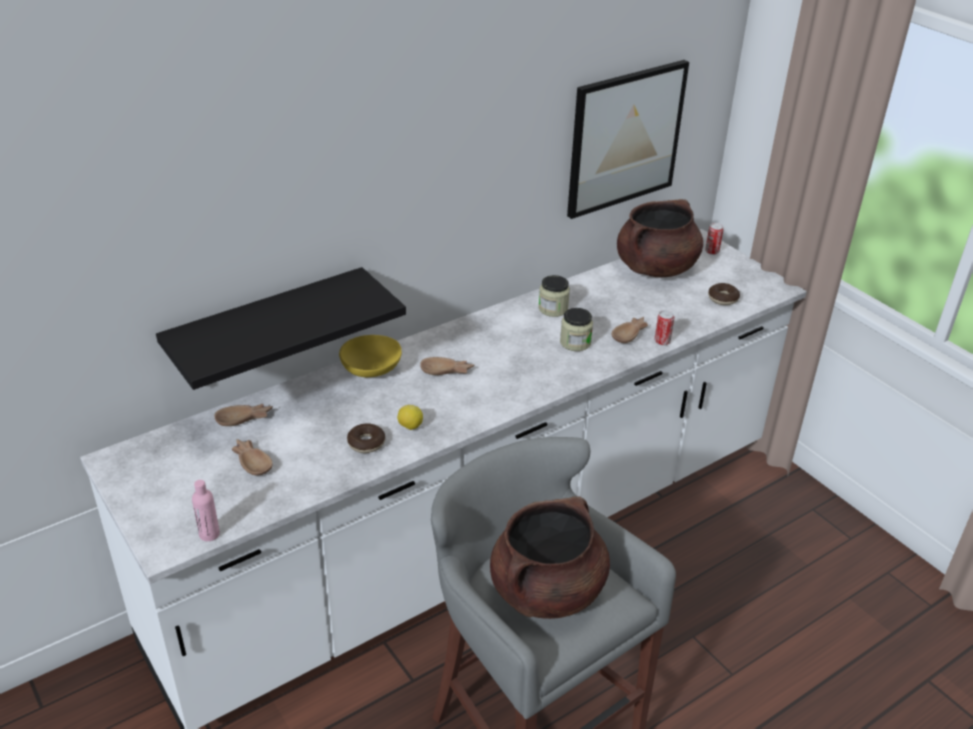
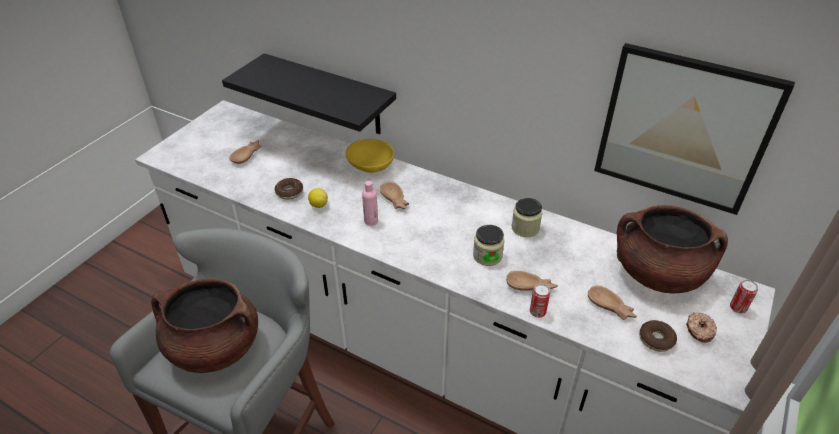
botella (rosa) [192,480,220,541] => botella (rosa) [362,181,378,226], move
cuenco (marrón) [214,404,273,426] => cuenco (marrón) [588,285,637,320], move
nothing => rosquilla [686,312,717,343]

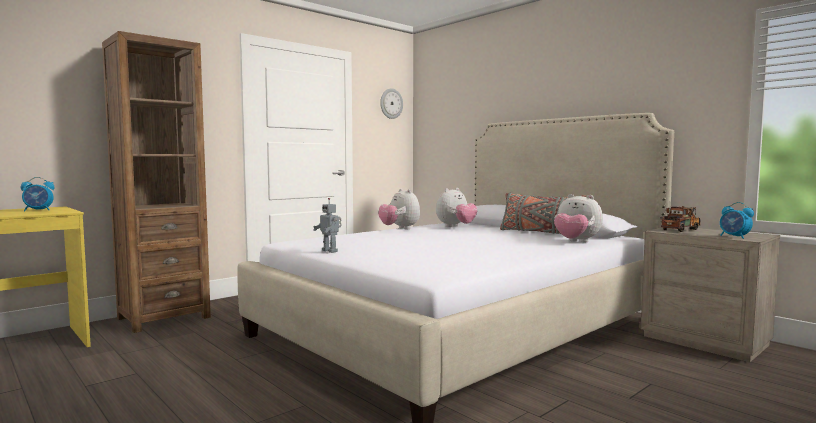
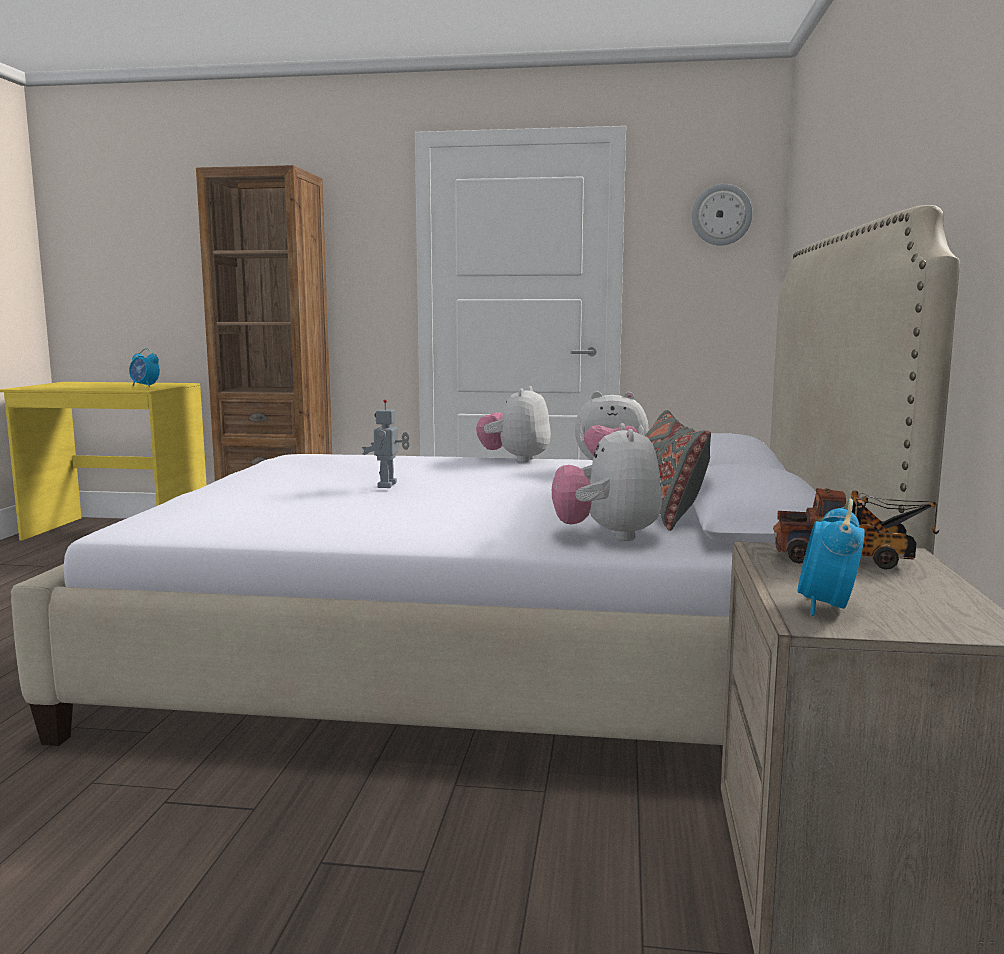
robot de juguete [313,198,342,253] => robot de juguete [362,400,409,488], move

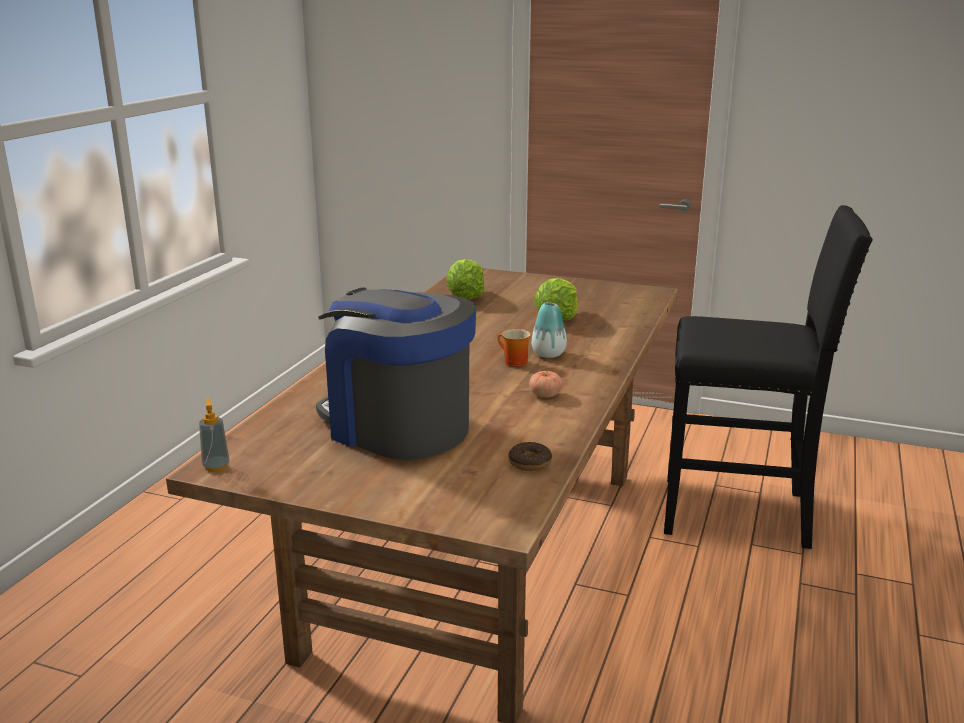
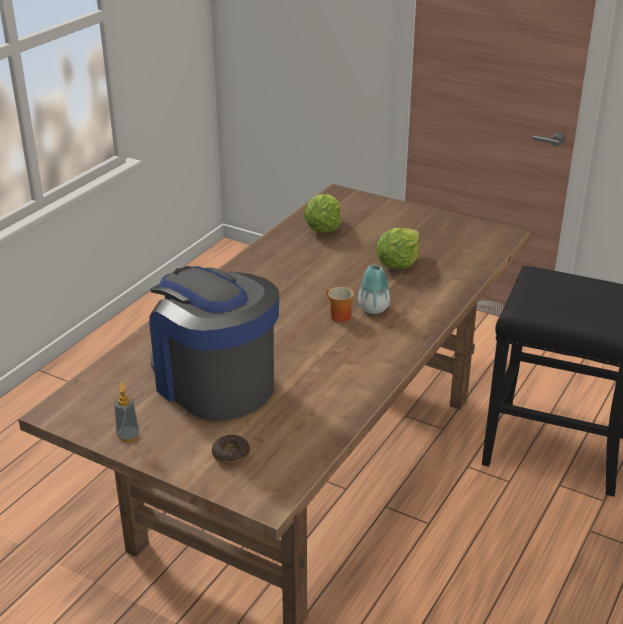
dispensador de jabón [199,398,230,472] => dispensador de jabón [114,382,139,442], move
rosquilla [508,442,552,471] => rosquilla [212,435,250,465], move
tomate [529,371,563,398] => nothing

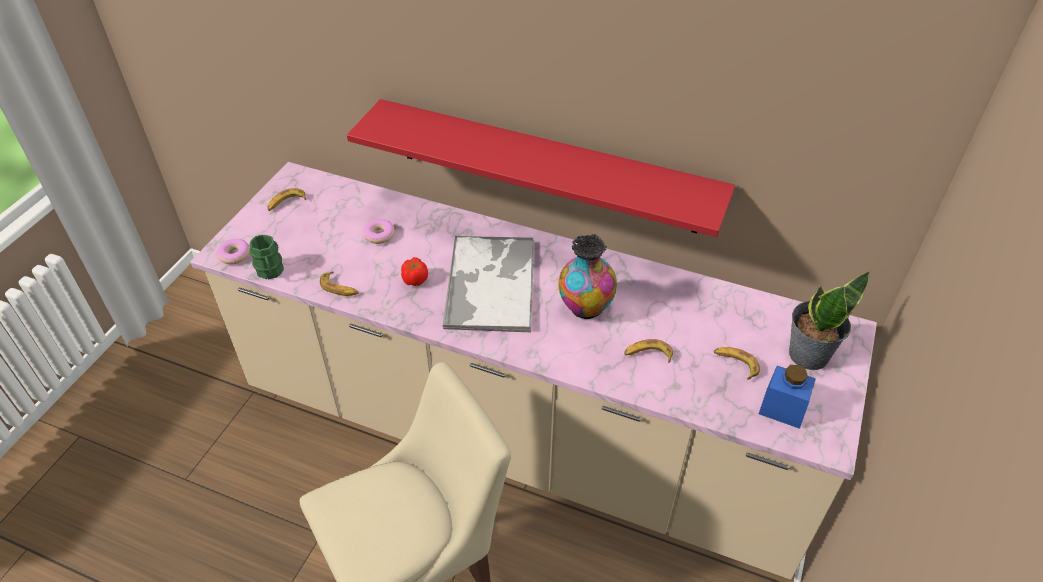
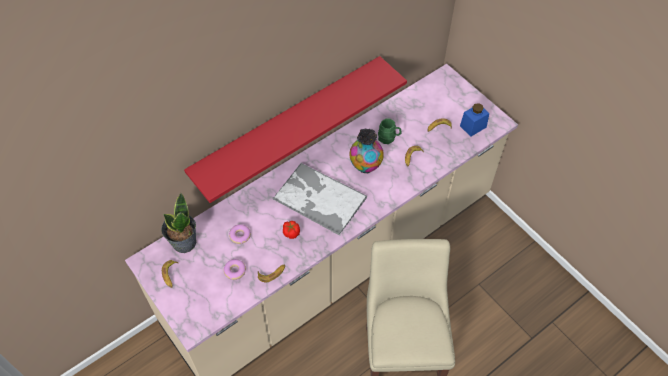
rosquilla [217,239,250,264] => rosquilla [224,259,246,280], move
taza grande (verde) [249,234,284,279] => taza grande (verde) [378,118,402,144], move
planta en maceta [789,271,870,370] => planta en maceta [161,193,196,253], move

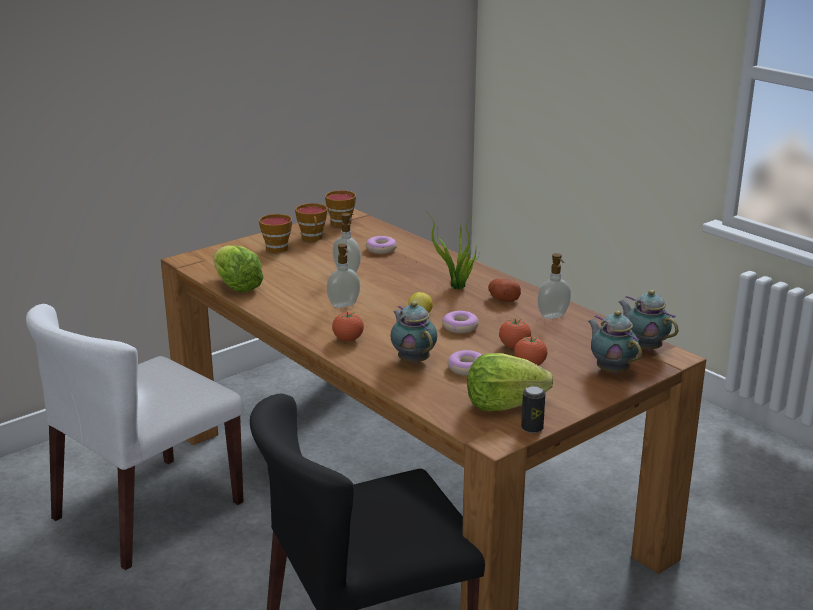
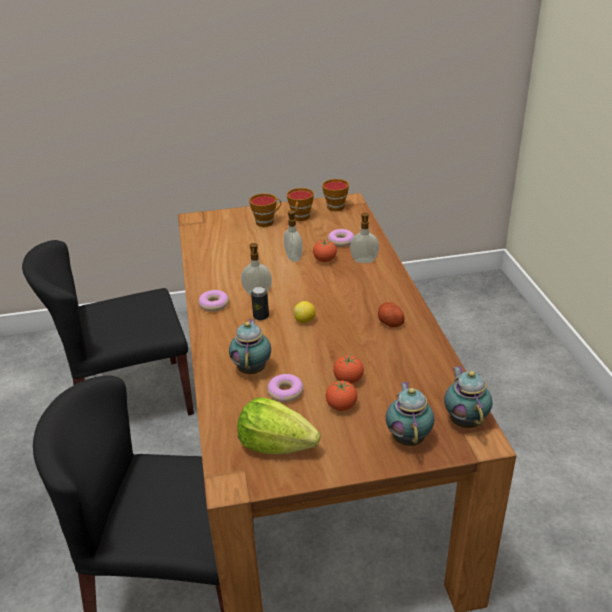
silla (blanco) [26,304,244,570] => silla (negro) [22,240,194,415]
lechuga [213,245,264,292] => nothing
tomate [332,311,364,341] => tomate [313,240,337,262], move
planta en maceta [431,217,479,290] => nothing
rosquilla [442,311,479,333] => rosquilla [198,290,229,312], move
lata [521,386,545,433] => lata [251,287,269,320], move
dispensador de jabón [538,253,571,319] => dispensador de jabón [350,213,379,263], move

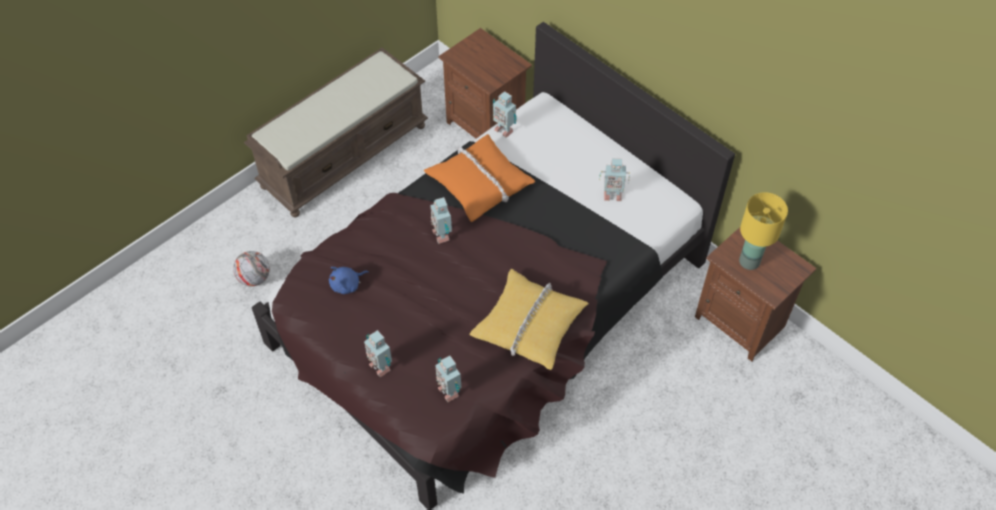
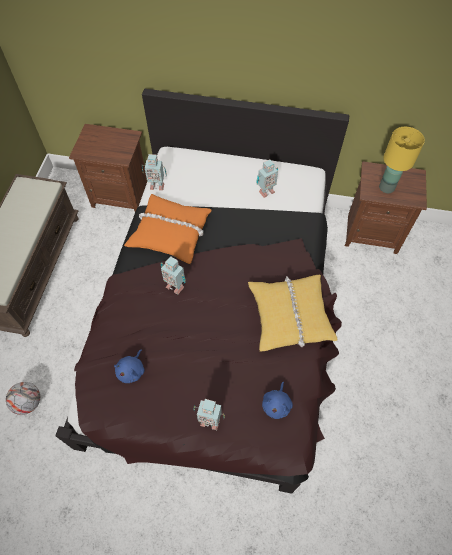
robot de juguete [435,356,461,402] => peluche (azul) [262,382,293,419]

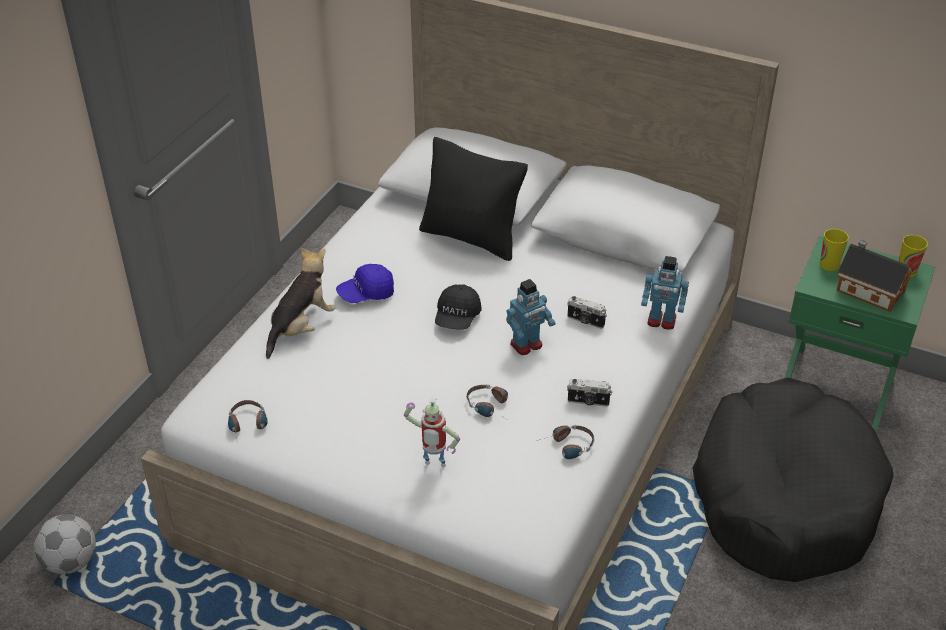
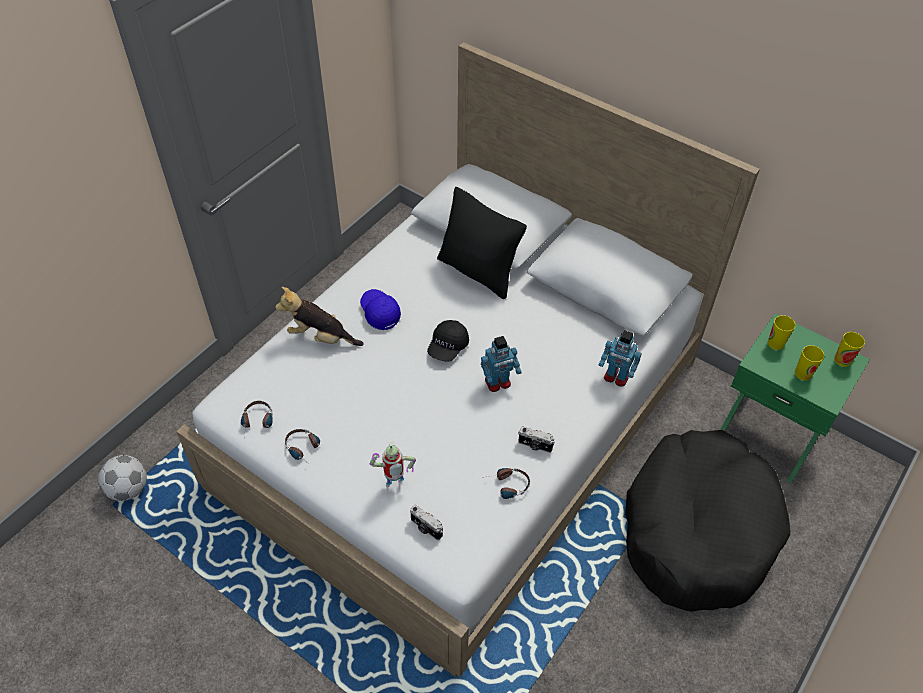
peluche [266,248,335,359] => peluche [275,287,364,346], 120 degrees counterclockwise
gorra (azul) [336,264,394,303] => gorra (azul) [360,289,401,330], 75 degrees clockwise
robot de juguete [404,398,460,467] => robot de juguete [370,441,416,487], 45 degrees counterclockwise
auriculares [466,384,508,417] => auriculares [285,429,320,467], move
cámara [567,296,607,329] => cámara [410,505,443,540], move
casita [837,239,913,312] => taza [795,345,824,380]

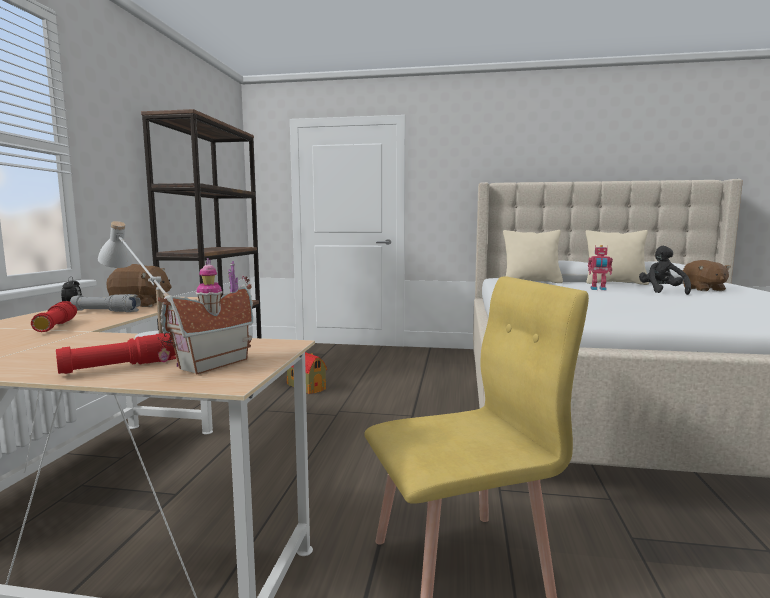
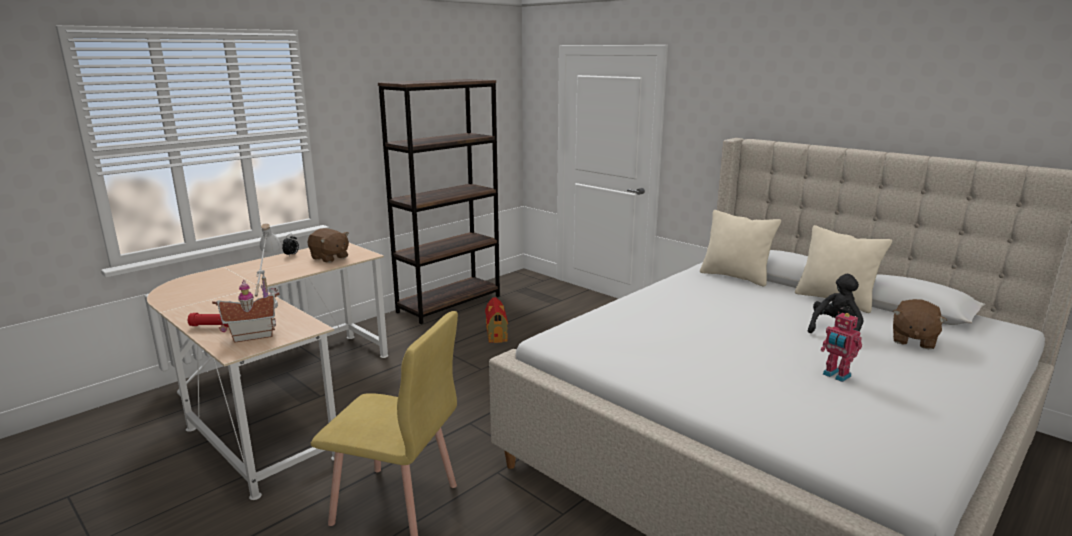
linterna (rojo) [31,301,77,332] => nothing
linterna (gris) [70,294,141,312] => nothing
robot de juguete [588,245,613,290] => robot de juguete [821,312,862,382], move

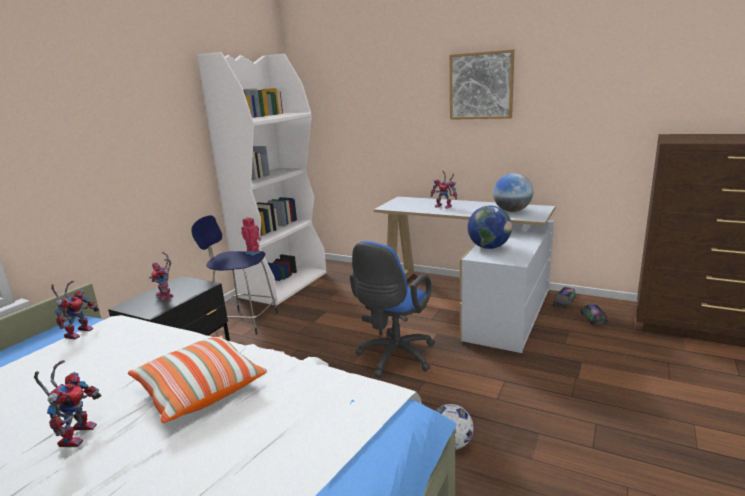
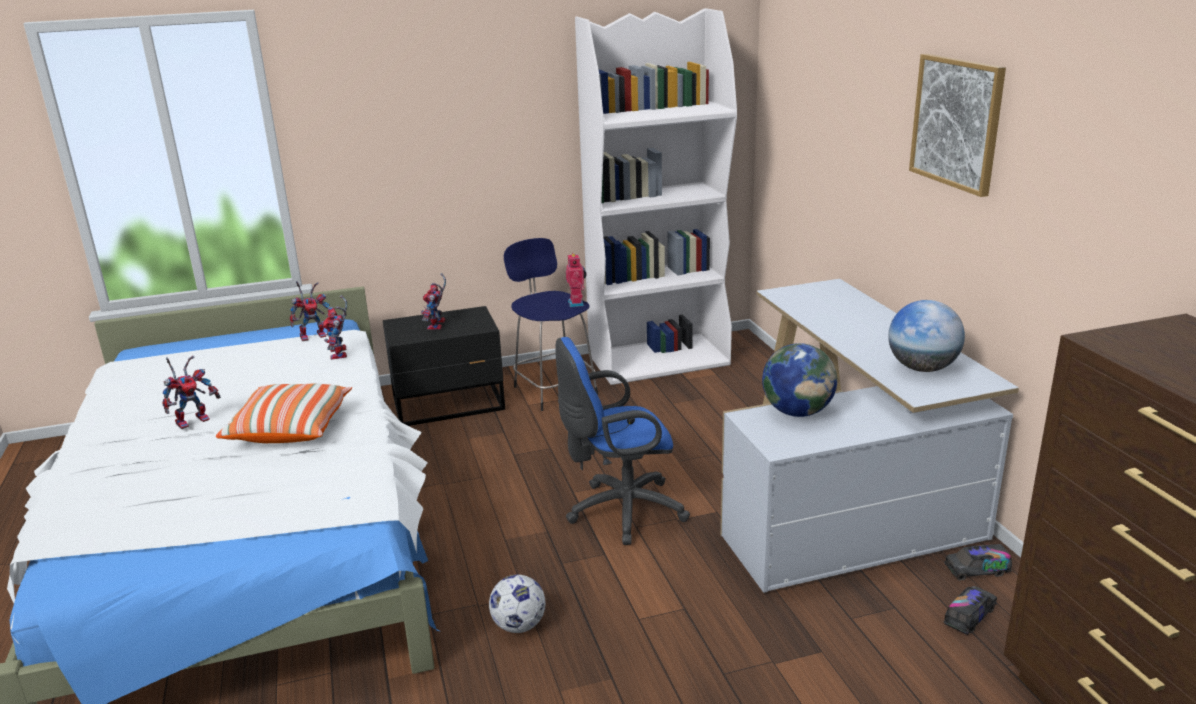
robot de juguete [430,170,457,209] => robot de juguete [322,295,347,360], move

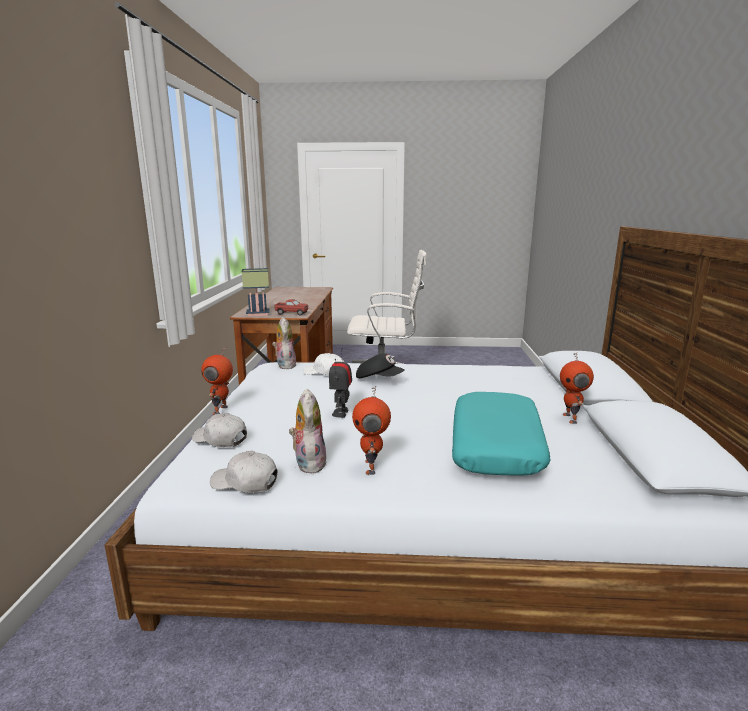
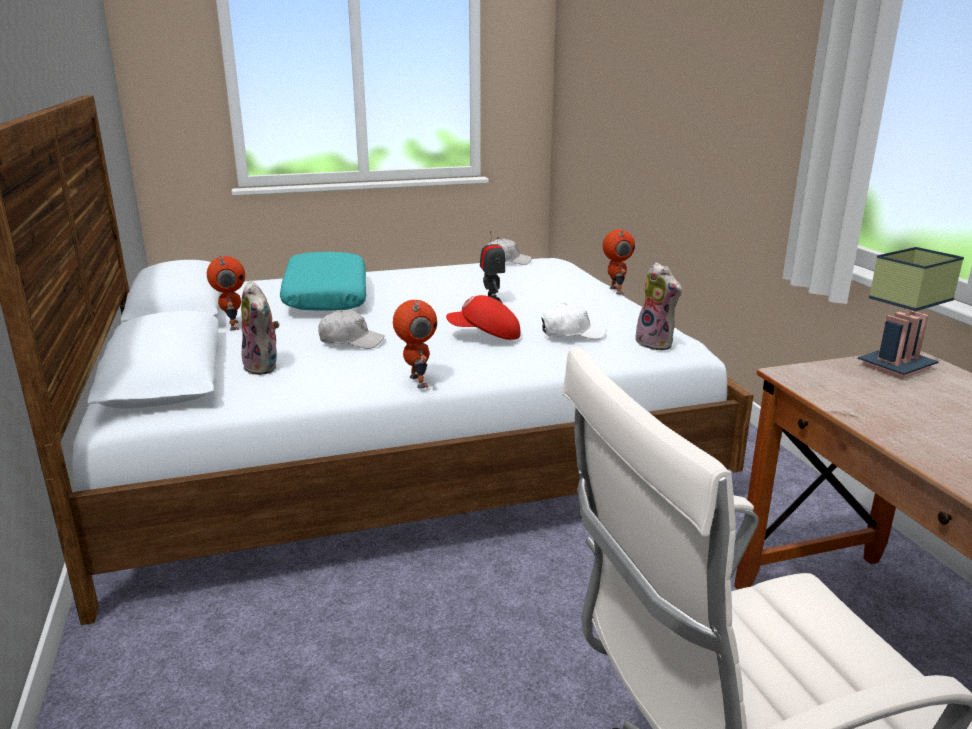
gorra (blanco) [192,413,247,447] => gorra (blanco) [318,310,385,349], move
camión de juguete [275,299,308,316] => nothing
peluche [289,389,327,474] => peluche [241,280,280,375], move
robot de juguete [352,387,391,475] => robot de juguete [393,300,437,389], move
gorra (negro) [356,353,405,378] => gorra (rojo) [446,295,520,340]

